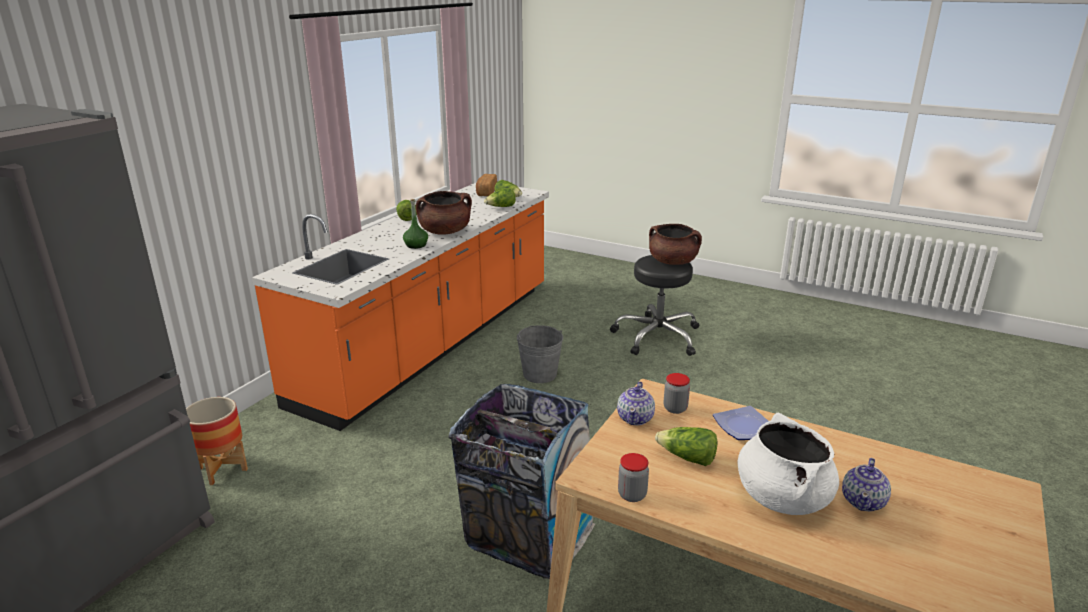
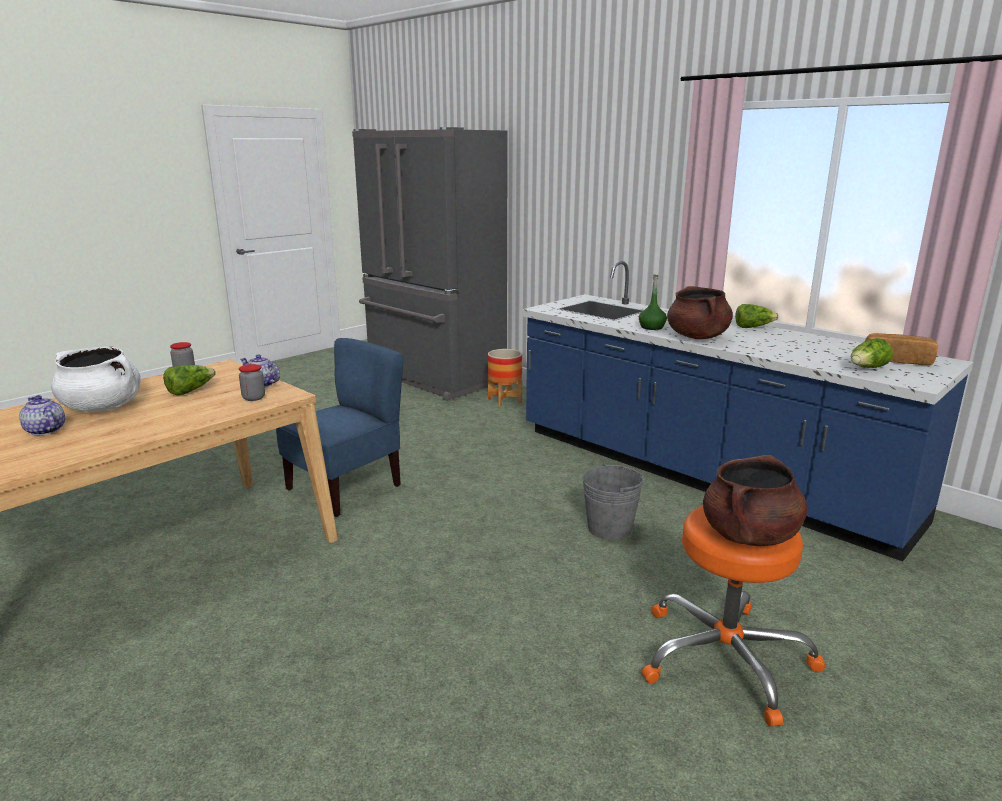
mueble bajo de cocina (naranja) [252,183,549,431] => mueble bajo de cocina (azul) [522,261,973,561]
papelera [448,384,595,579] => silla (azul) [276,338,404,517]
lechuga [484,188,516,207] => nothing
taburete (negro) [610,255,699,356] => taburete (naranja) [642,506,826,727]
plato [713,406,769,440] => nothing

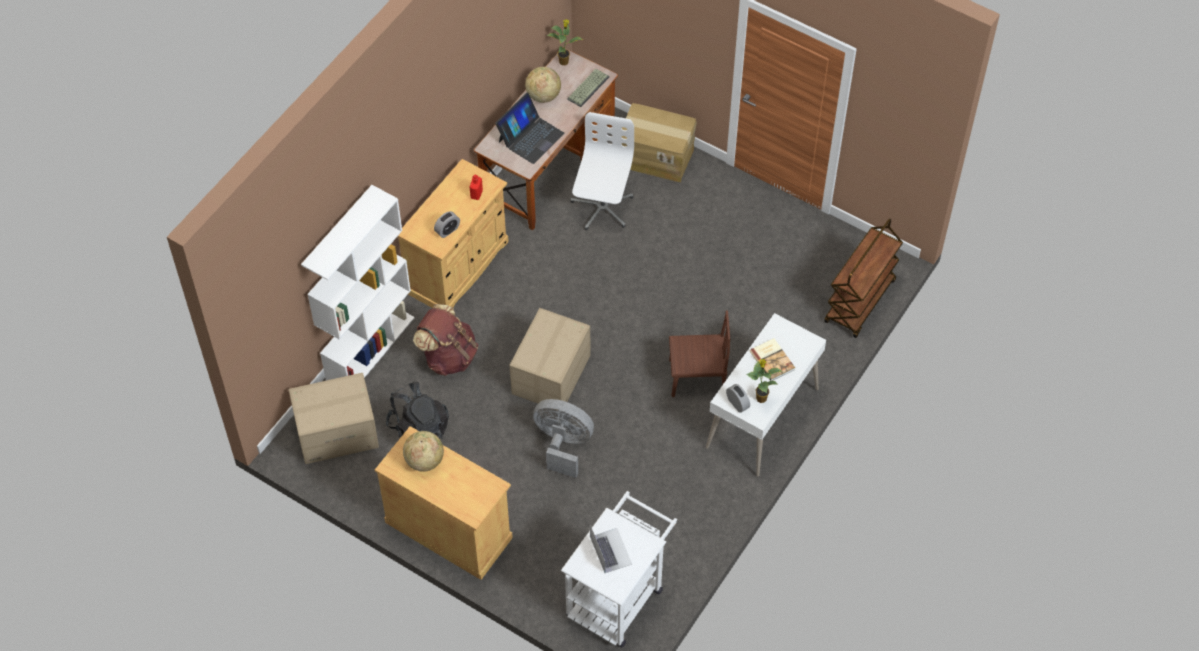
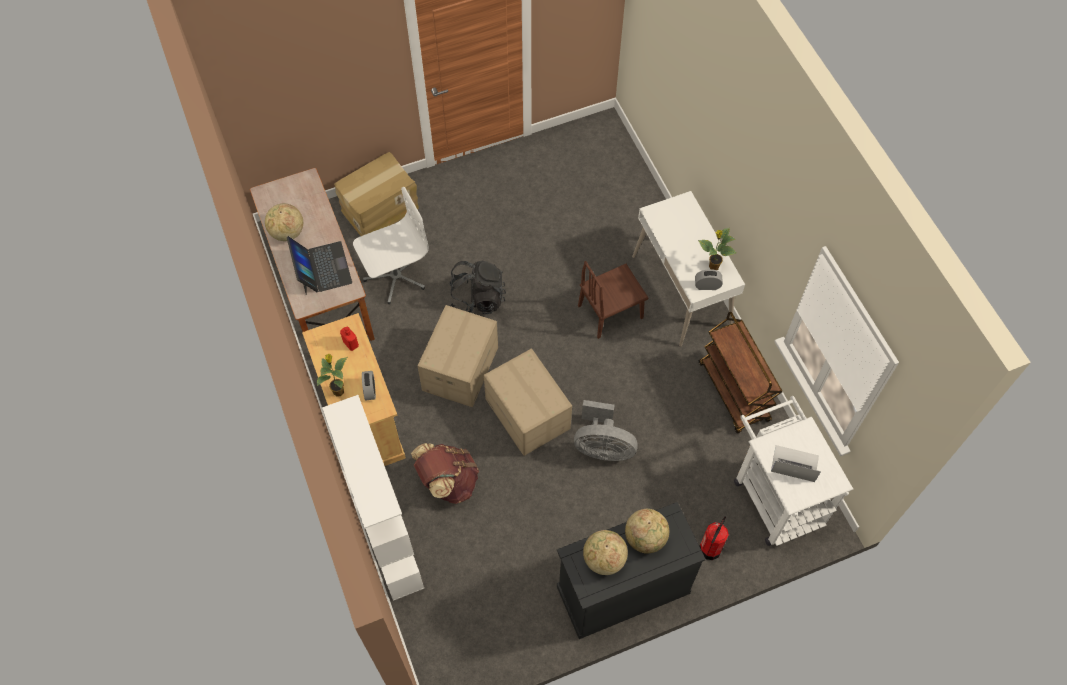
caja de cartón [289,373,379,464] => caja de cartón [417,305,498,407], move
armario (beis) [375,426,513,580] => armario (negro) [557,502,706,639]
mochila (negro) [386,382,449,439] => mochila (negro) [449,261,506,314], move
ventilador (gris) [533,399,594,478] => ventilador (gris) [574,400,638,461], 135 degrees counterclockwise
planta en maceta [546,19,584,65] => planta en maceta [317,354,347,397], move
teclado [567,69,609,107] => nothing
silla de oficina (blanco) [570,112,634,230] => silla de oficina (blanco) [353,187,429,304], 105 degrees clockwise
silla (marrón) [669,310,730,397] => silla (marrón) [578,261,649,339], 150 degrees counterclockwise
libro [750,338,795,381] => nothing
carrito (marrón) [824,218,903,338] => carrito (marrón) [699,312,782,433], move
nothing => globo terráqueo [625,509,669,554]
nothing => extintor [699,517,729,560]

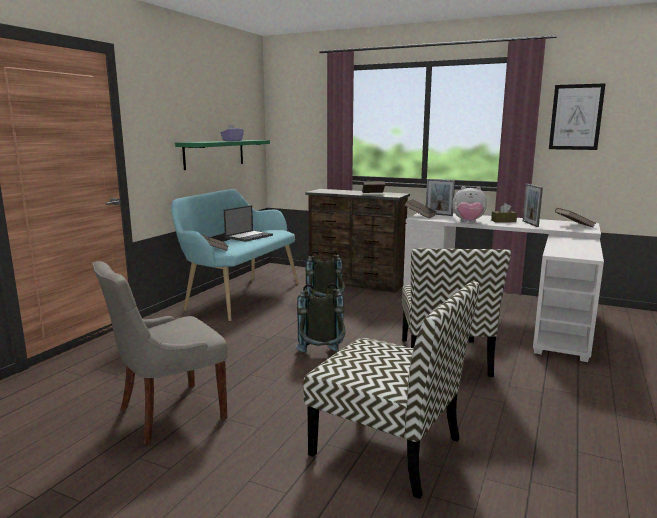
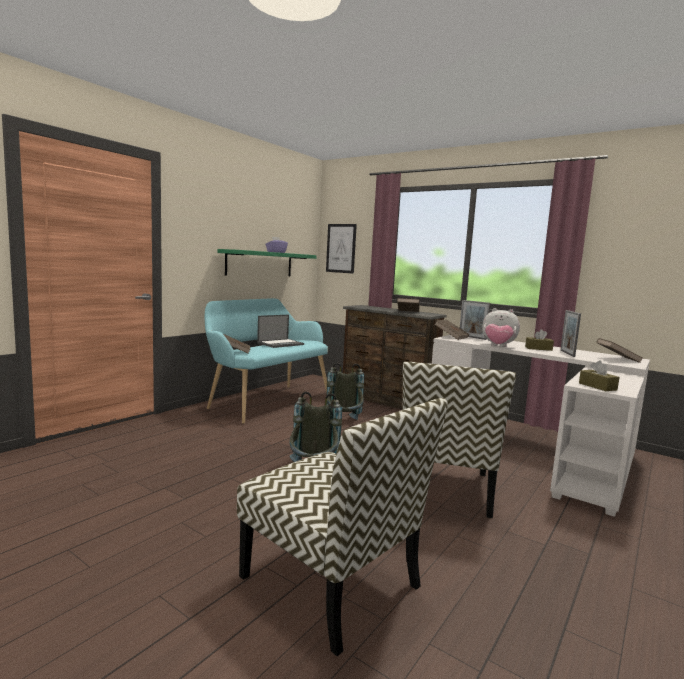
silla (gris) [92,261,228,444] => nothing
cuadro [549,83,606,150] => cuadro [326,224,357,274], move
nothing => caja de pañuelos (marrón) [579,361,620,391]

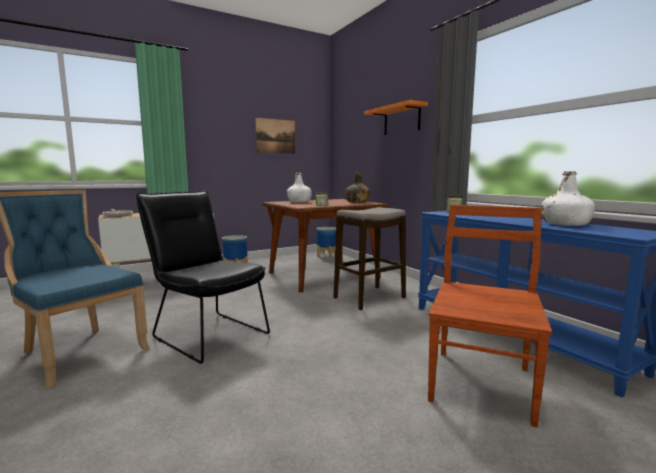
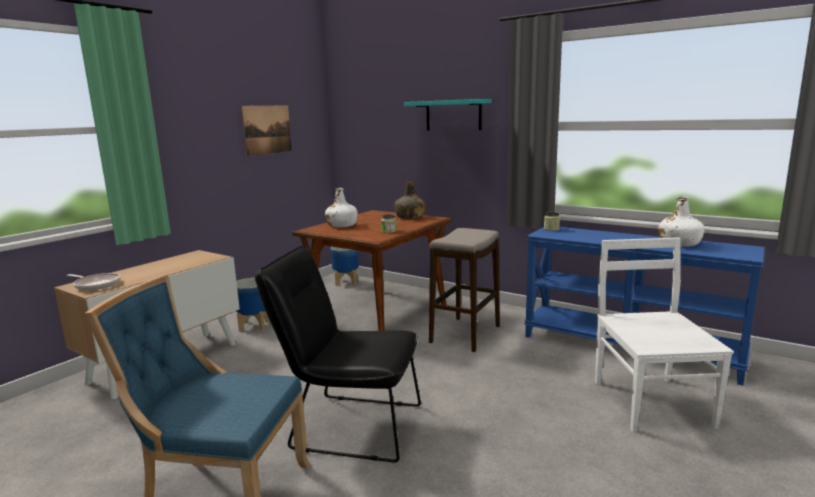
estante (naranja) [364,100,428,135] => estante (turquesa) [404,99,492,130]
silla (marrón) [428,205,552,427] => silla (blanco) [595,237,734,432]

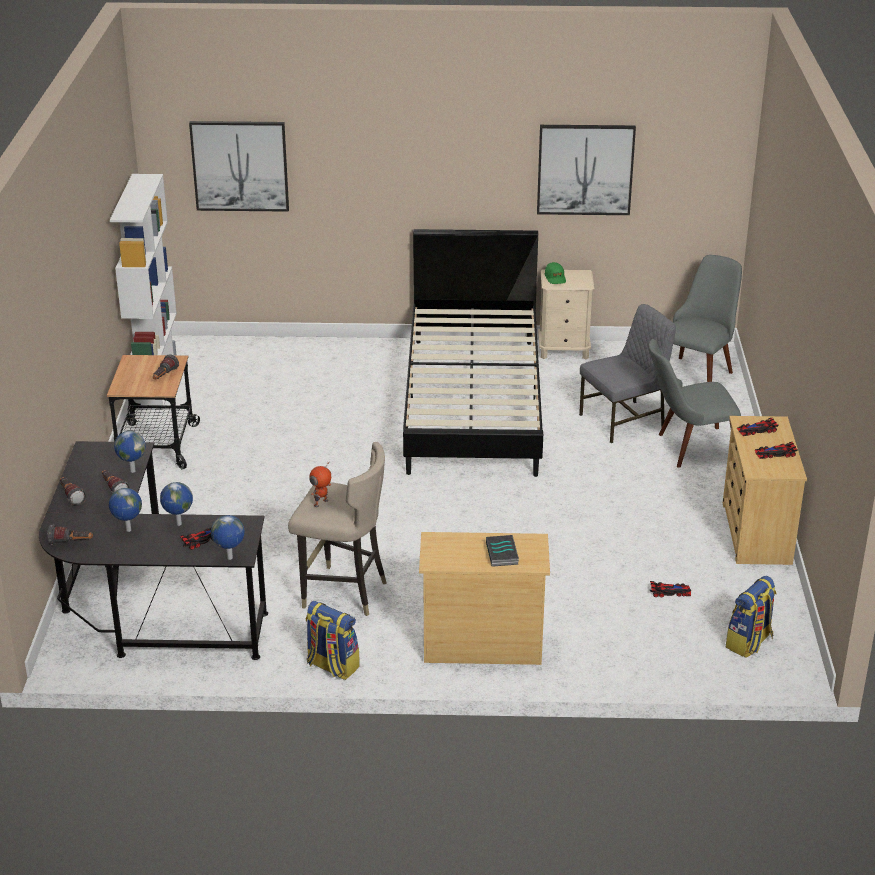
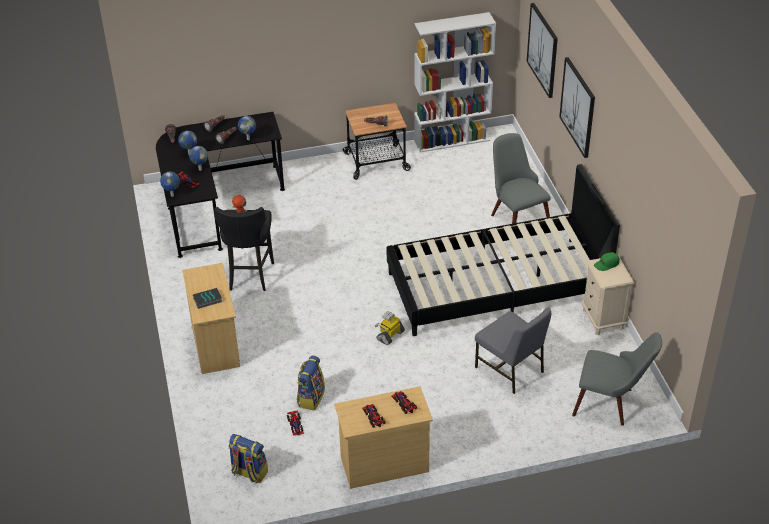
taburete (beis) [288,442,387,616] => taburete (negro) [214,207,274,291]
mochila [306,601,359,680] => mochila [297,356,325,410], move
cuadro [537,125,636,215] => cuadro [559,57,595,158], move
silla (gris) [649,339,741,468] => silla (gris) [491,133,551,224], move
nothing => robot de juguete [375,311,405,345]

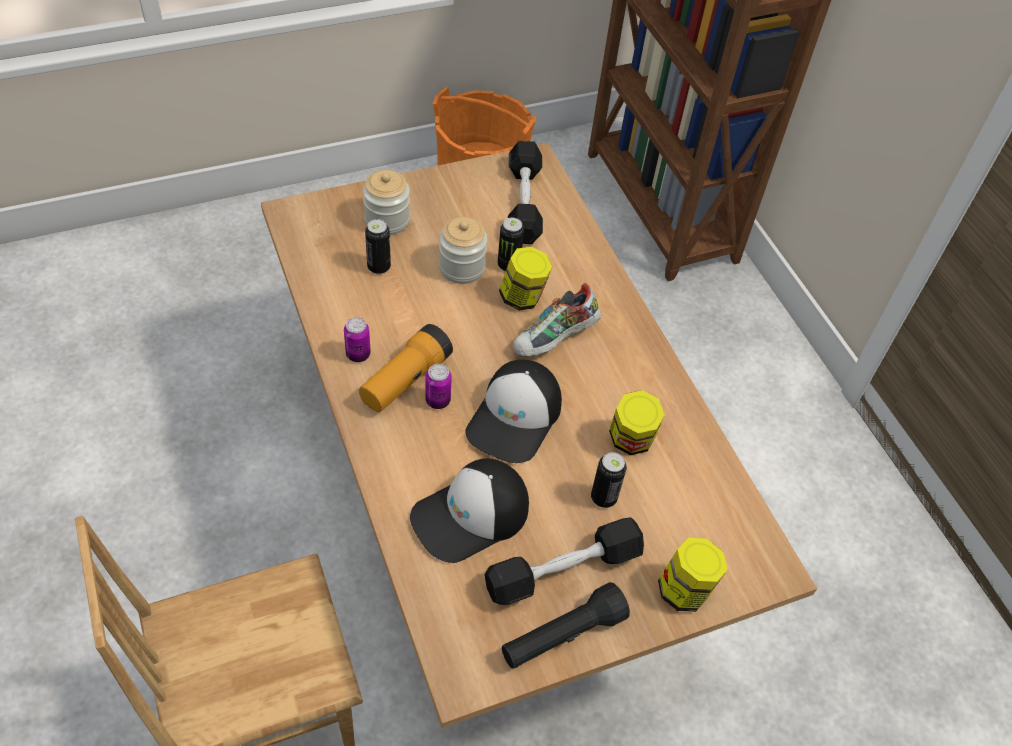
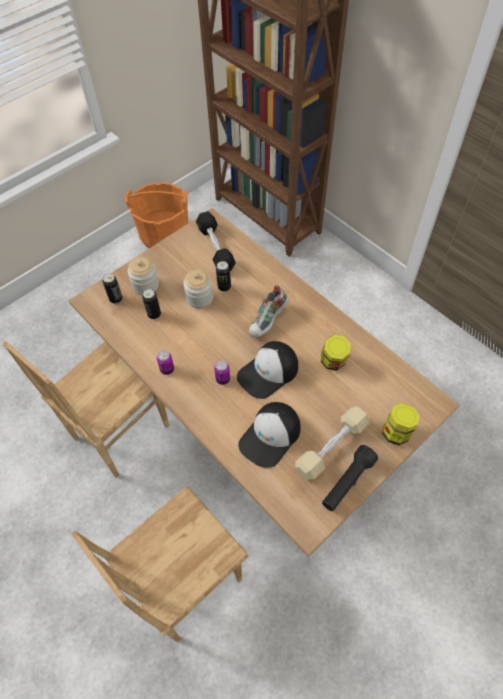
linterna [359,324,453,412] => nothing
gorra [466,360,562,463] => gorra [237,341,298,399], 45 degrees clockwise
mancuerna (negro) [484,517,644,605] => mancuerna (beis) [295,406,370,479]
tarro [499,247,553,310] => nothing
lata [591,452,627,508] => lata [102,273,123,304], move
nothing => silla (marrón) [3,341,169,478]

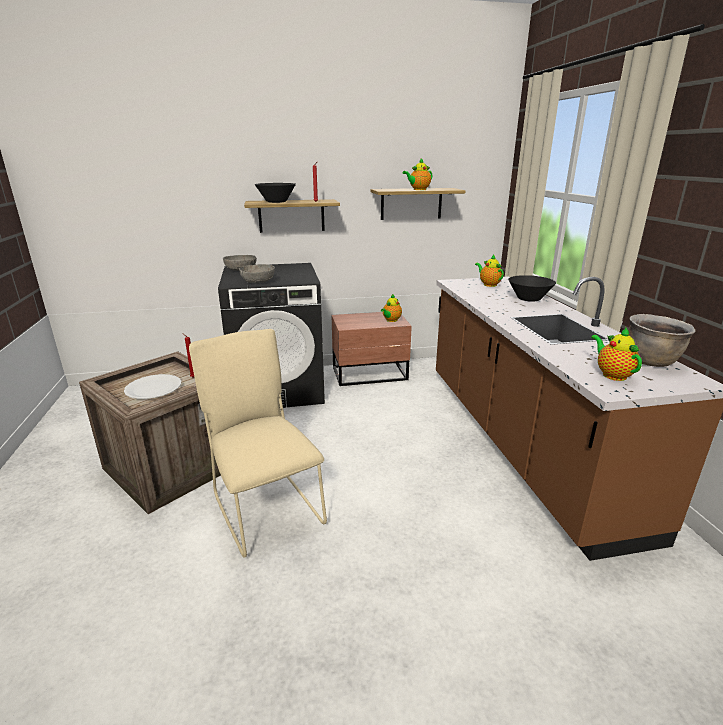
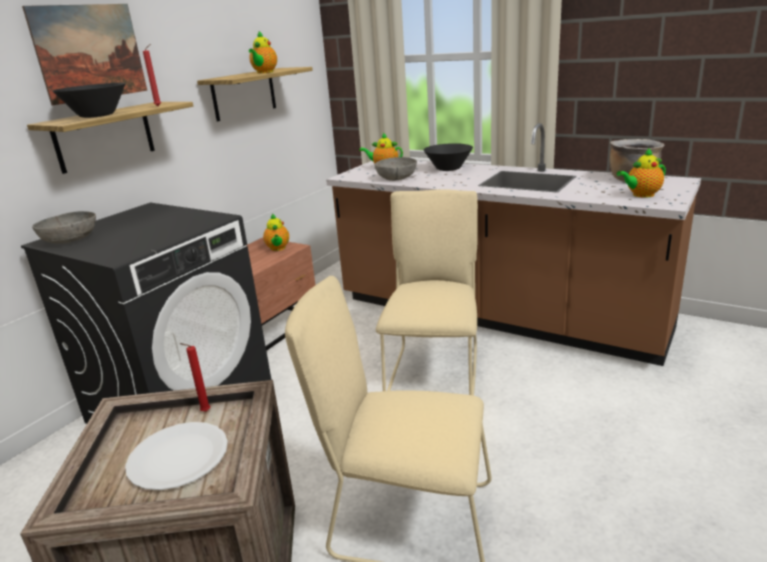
cuenco (gris) [239,264,275,284] => cuenco (gris) [374,157,417,181], move
tetera [591,327,642,381] => tetera [616,148,666,198], 45 degrees counterclockwise
nothing => cuadro [22,4,147,105]
nothing => silla (beis) [376,189,478,396]

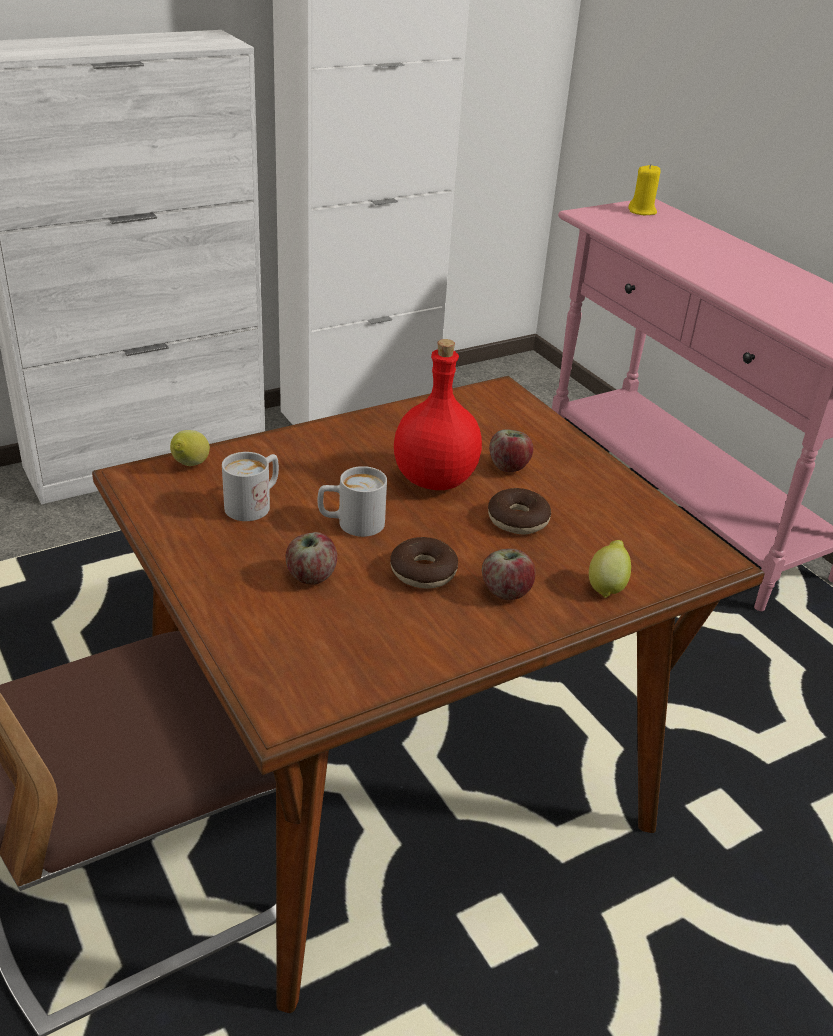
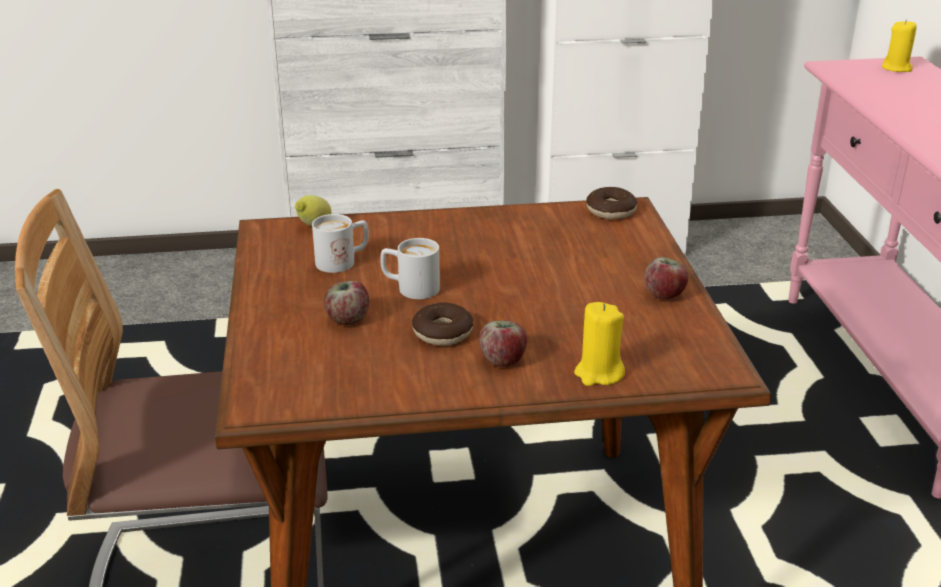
botella (rojo) [394,339,482,490] => nothing
rosquilla [488,488,551,534] => rosquilla [586,187,637,219], move
manzana [489,429,533,472] => manzana [645,257,688,299], move
limón [589,540,631,598] => vela (amarillo) [574,302,625,386]

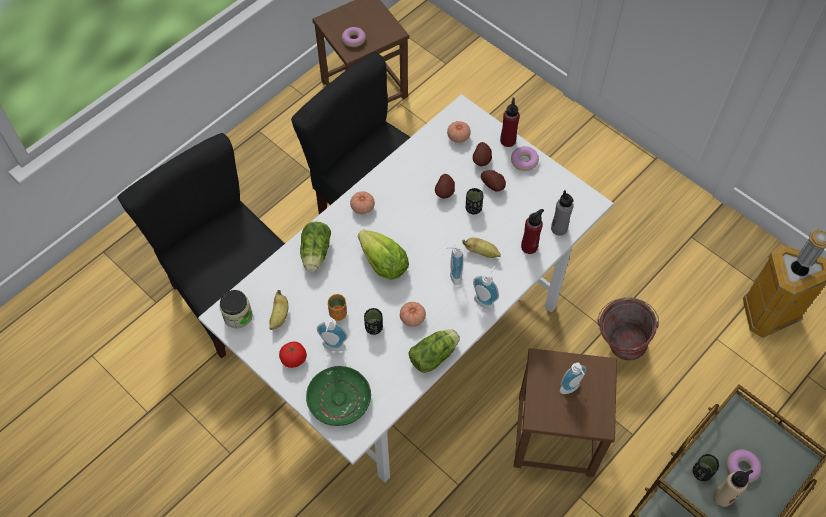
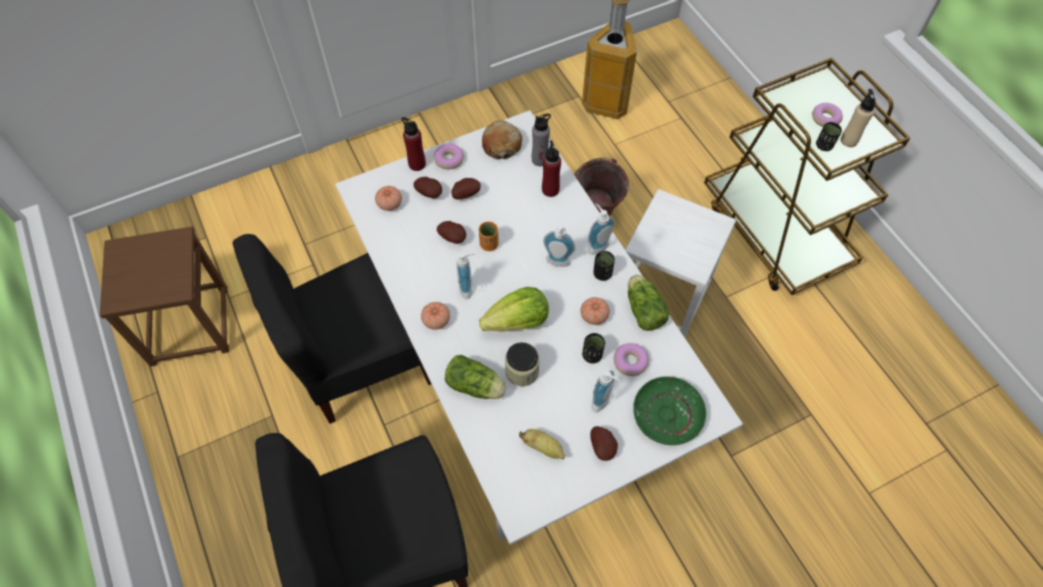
tarro [220,290,253,329] => tarro [505,342,540,386], move
tomate [279,341,307,368] => patata [590,426,618,461]
taza (naranja) [328,294,347,321] => taza (naranja) [479,221,498,251], move
rosquilla [342,27,366,47] => rosquilla [614,343,649,376], move
plátano [463,238,501,258] => nothing
taza (negro) [466,188,483,214] => taza (negro) [593,251,615,281], move
taburete (marrón) [514,348,617,477] => taburete (blanco) [625,189,736,337]
dispensador de jabón [560,362,586,394] => dispensador de jabón [456,252,476,299], move
nothing => pan [482,120,522,160]

